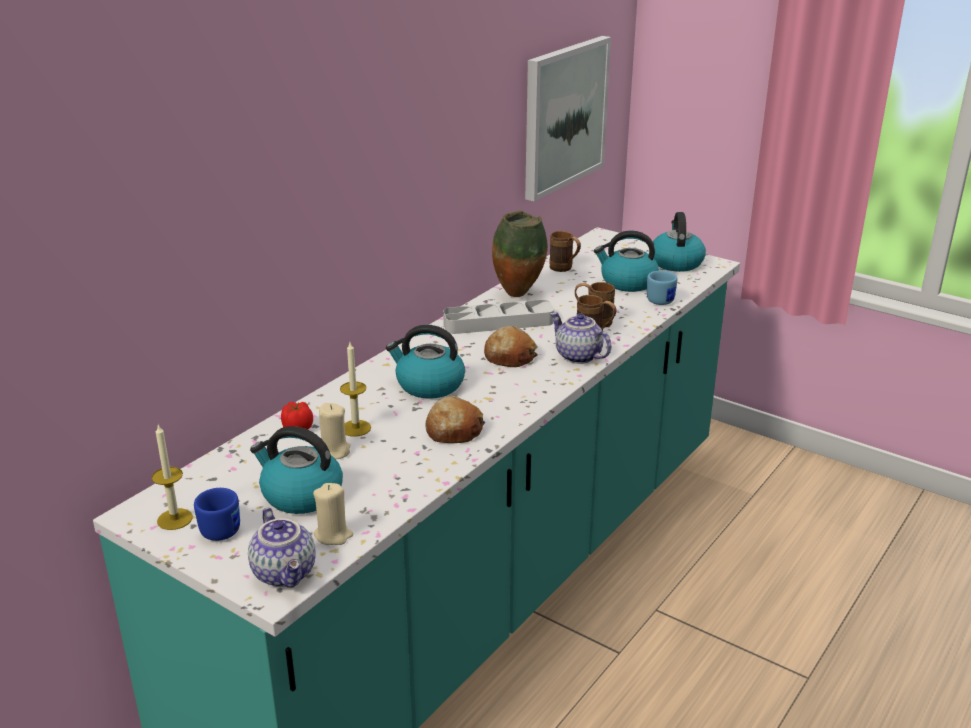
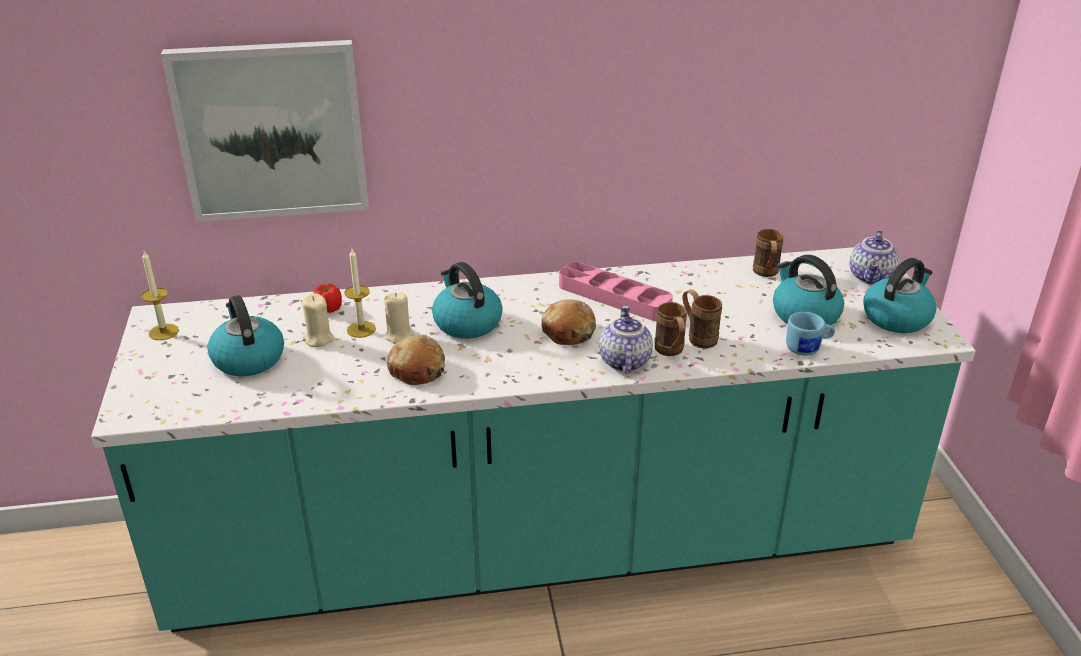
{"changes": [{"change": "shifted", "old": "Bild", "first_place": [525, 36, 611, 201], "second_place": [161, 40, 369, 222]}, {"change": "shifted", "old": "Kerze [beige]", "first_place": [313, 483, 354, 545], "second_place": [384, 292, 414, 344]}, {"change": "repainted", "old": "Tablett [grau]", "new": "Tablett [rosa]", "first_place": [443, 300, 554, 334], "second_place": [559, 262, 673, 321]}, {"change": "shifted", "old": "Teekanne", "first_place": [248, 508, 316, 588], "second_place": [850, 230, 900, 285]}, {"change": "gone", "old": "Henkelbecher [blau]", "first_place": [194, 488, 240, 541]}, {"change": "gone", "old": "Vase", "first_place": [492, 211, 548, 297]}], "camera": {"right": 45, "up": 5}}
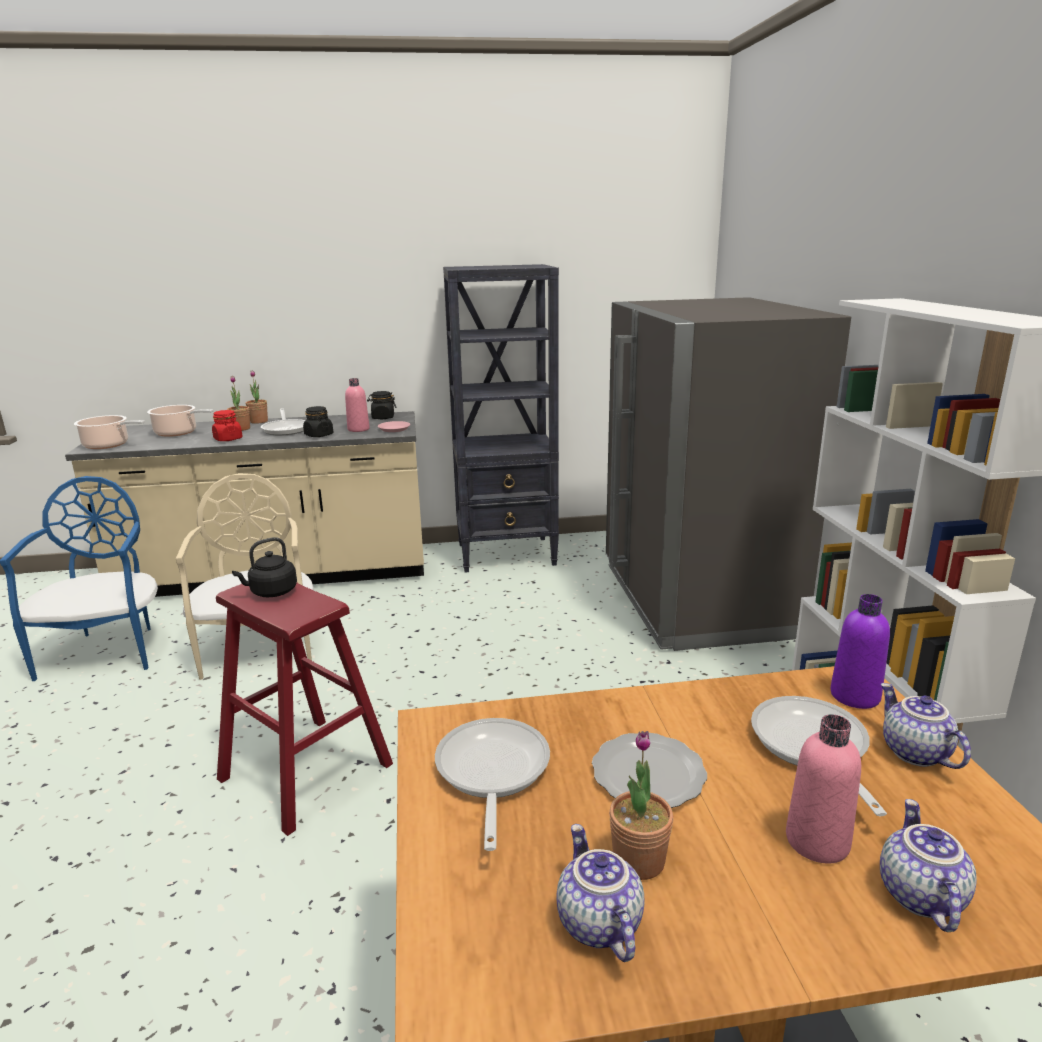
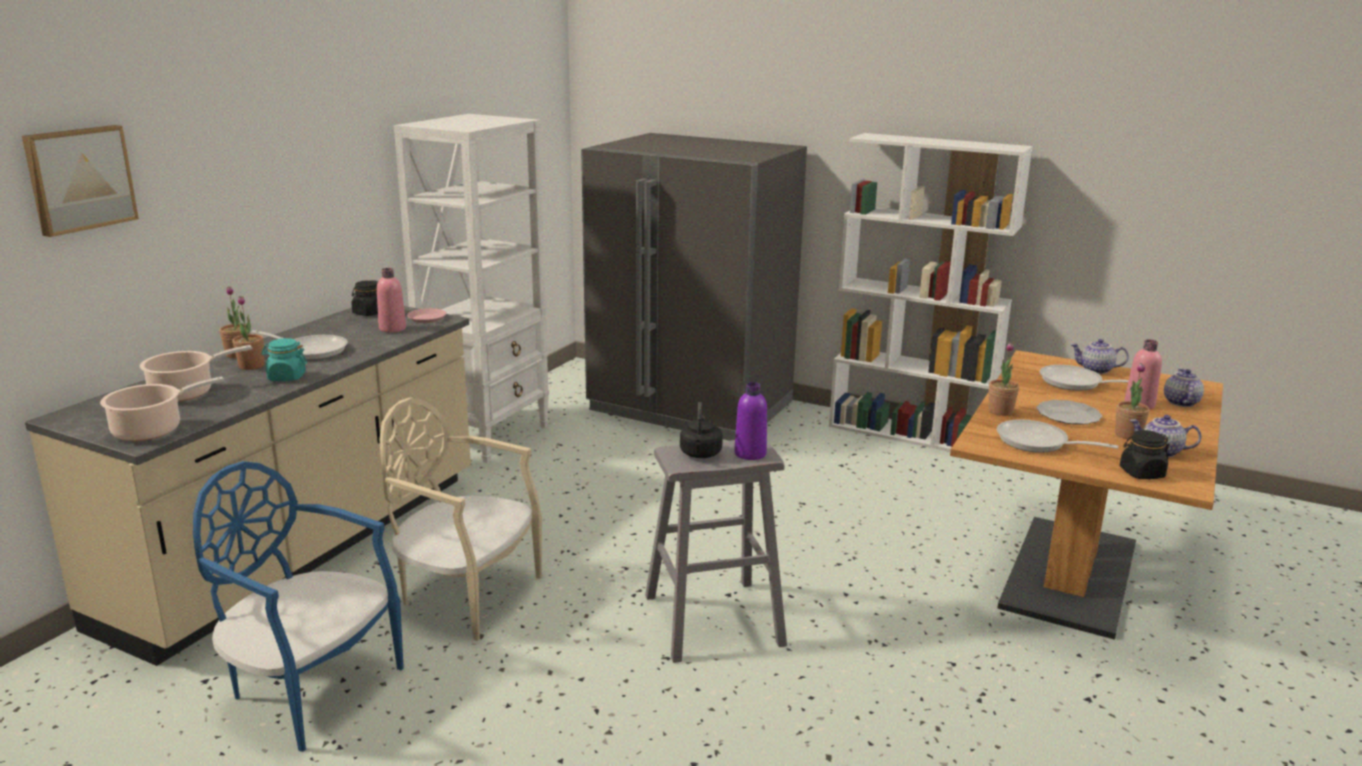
{"changes": [{"change": "new", "new": "Bild", "second_place": [22, 125, 139, 237]}, {"change": "repainted", "old": "Vorratsglas [rot]", "new": "Vorratsglas [türkis]", "first_place": [212, 410, 243, 441], "second_place": [261, 338, 307, 381]}, {"change": "repainted", "old": "Bücherregal [schwarz]", "new": "Bücherregal [weiß]", "first_place": [443, 264, 559, 573], "second_place": [394, 114, 549, 463]}, {"change": "repainted", "old": "Hocker [rot]", "new": "Hocker [grau]", "first_place": [216, 583, 393, 836], "second_place": [645, 440, 787, 663]}, {"change": "shifted", "old": "Flasche [lila]", "first_place": [830, 594, 890, 709], "second_place": [734, 382, 767, 460]}, {"change": "new", "new": "Topfpflanze", "second_place": [988, 343, 1019, 416]}, {"change": "shifted", "old": "Vorratsglas [schwarz]", "first_place": [303, 406, 333, 437], "second_place": [1120, 430, 1169, 479]}, {"change": "rotated", "old": "Teekanne", "first_place": [880, 799, 977, 932], "second_place": [1164, 368, 1204, 407], "degrees": 60}], "camera": {"right": -55, "up": 0}}
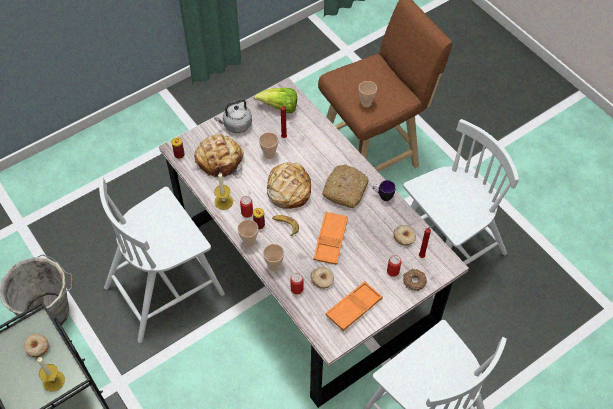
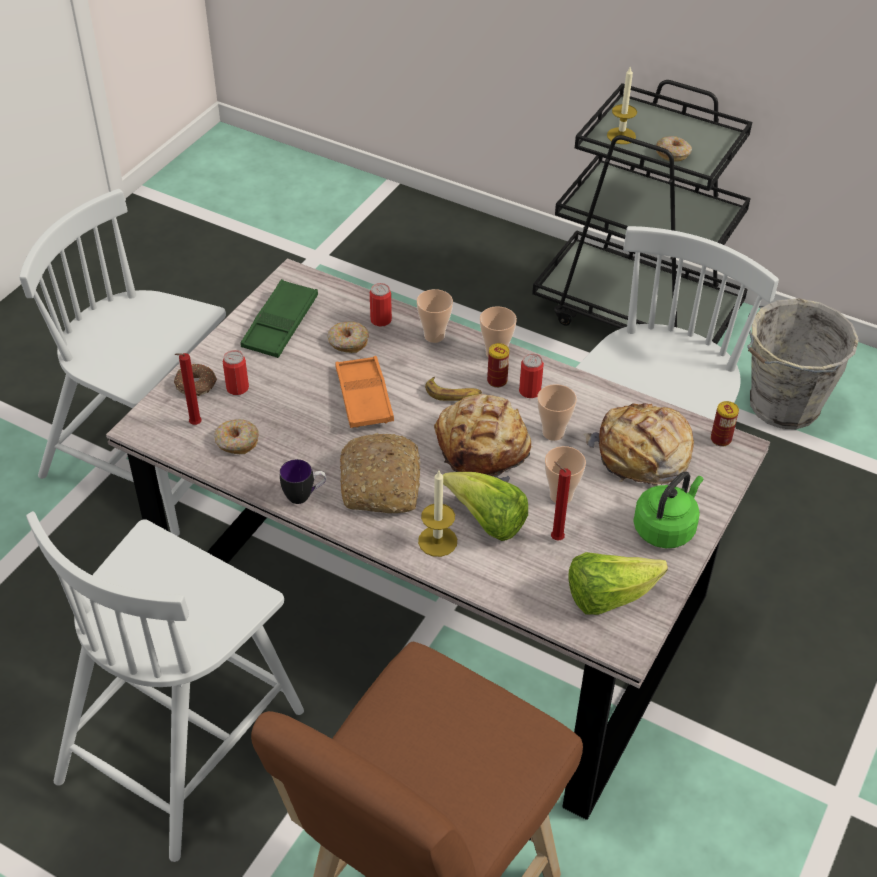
{"changes": [{"change": "repainted", "old": "Tablett [orange]", "new": "Tablett [grün]", "first_place": [326, 281, 383, 331], "second_place": [240, 279, 318, 358]}, {"change": "shifted", "old": "Kerze", "first_place": [214, 173, 233, 210], "second_place": [418, 471, 457, 557]}, {"change": "new", "new": "Salatkopf", "second_place": [443, 472, 528, 541]}, {"change": "shifted", "old": "Tasse", "first_place": [359, 81, 377, 107], "second_place": [537, 384, 577, 441]}, {"change": "repainted", "old": "Wasserkessel [grau]", "new": "Wasserkessel [grün]", "first_place": [214, 99, 252, 133], "second_place": [633, 472, 703, 548]}], "camera": {"right": 155, "up": -10}}
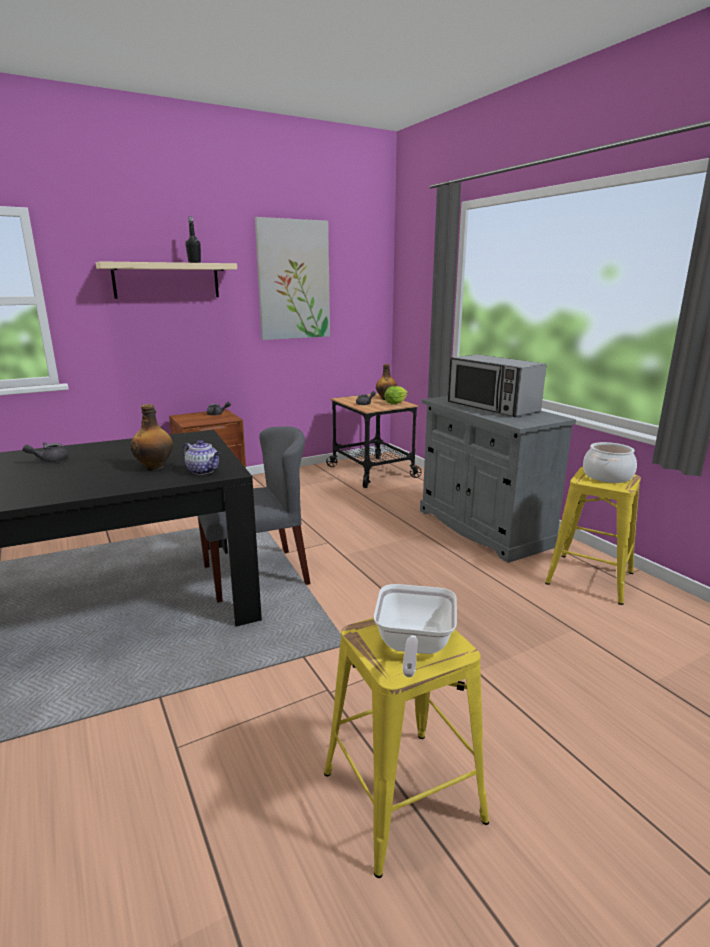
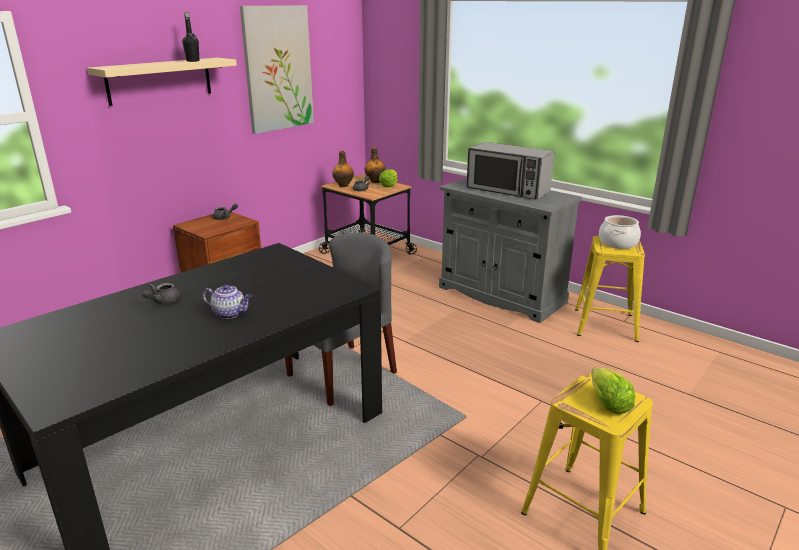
{"changes": [{"change": "shifted", "old": "Teekanne", "first_place": [183, 440, 220, 475], "second_place": [202, 285, 252, 319]}, {"change": "shifted", "old": "Flasche", "first_place": [131, 404, 173, 470], "second_place": [332, 151, 354, 187]}, {"change": "swapped", "old": "Pfanne", "new": "Salatkopf", "first_place": [374, 584, 457, 678], "second_place": [591, 367, 635, 414]}], "camera": {"right": -20, "up": 5}}
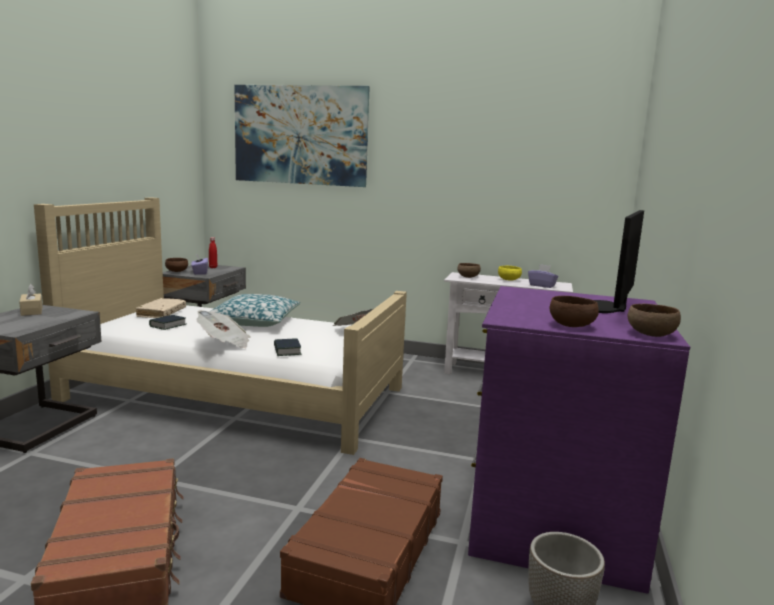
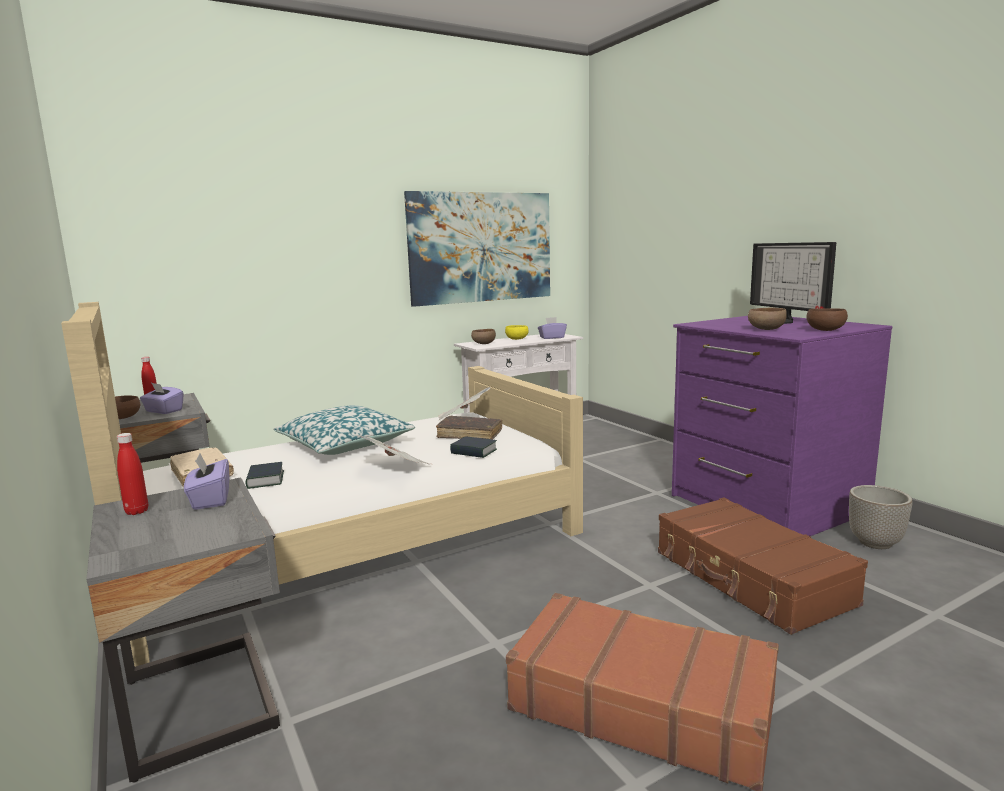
{"changes": [{"change": "swapped", "old": "Taschentuchbox [beige]", "new": "Flasche [rot]", "first_place": [19, 284, 42, 316], "second_place": [117, 433, 148, 515]}, {"change": "new", "new": "Taschentuchbox [lila]", "second_place": [184, 453, 229, 510]}, {"change": "shifted", "old": "Bild", "first_place": [234, 85, 370, 187], "second_place": [404, 191, 550, 307]}, {"change": "new", "new": "Buch [braun]", "second_place": [436, 416, 502, 440]}, {"change": "shifted", "old": "Schüssel [braun]", "first_place": [627, 304, 681, 337], "second_place": [748, 307, 787, 330]}], "camera": {"right": -45, "up": 0}}
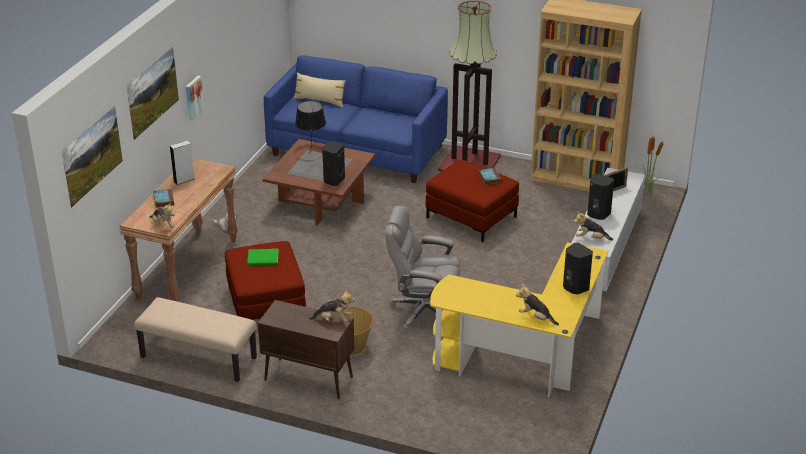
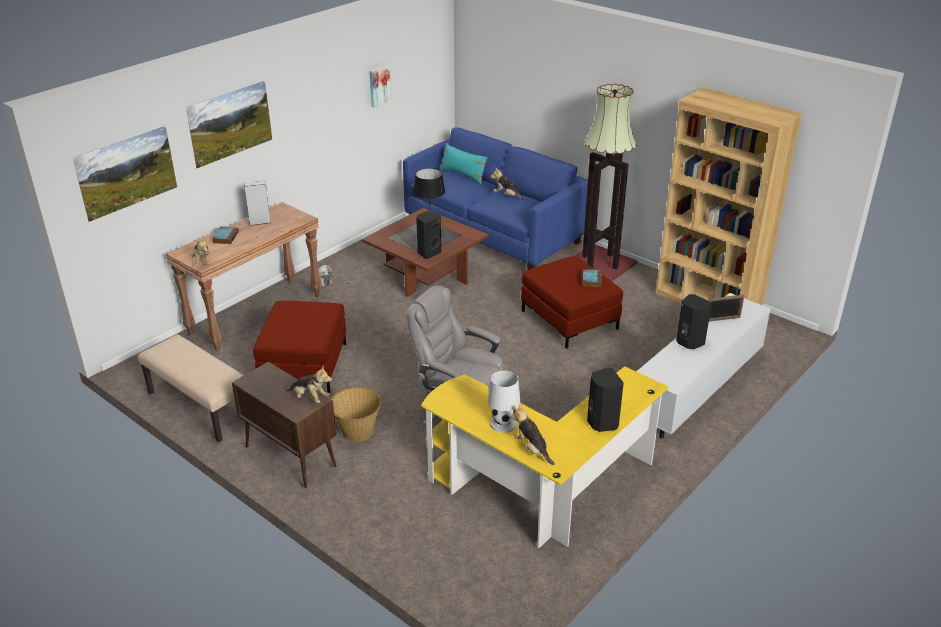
{"changes": [{"change": "shifted", "old": "Bild", "first_place": [186, 76, 204, 121], "second_place": [369, 65, 391, 107]}, {"change": "repainted", "old": "Kissen [beige]", "new": "Kissen [türkis]", "first_place": [293, 73, 346, 107], "second_place": [440, 143, 488, 185]}, {"change": "new", "new": "Tischlampe [weiß]", "second_place": [487, 371, 521, 433]}, {"change": "shifted", "old": "Plüschtier", "first_place": [573, 211, 613, 241], "second_place": [491, 168, 526, 200]}, {"change": "gone", "old": "Buch [grün]", "first_place": [247, 249, 279, 265]}, {"change": "gone", "old": "Topfpflanze", "first_place": [642, 136, 664, 196]}], "camera": {"right": 20, "up": 0}}
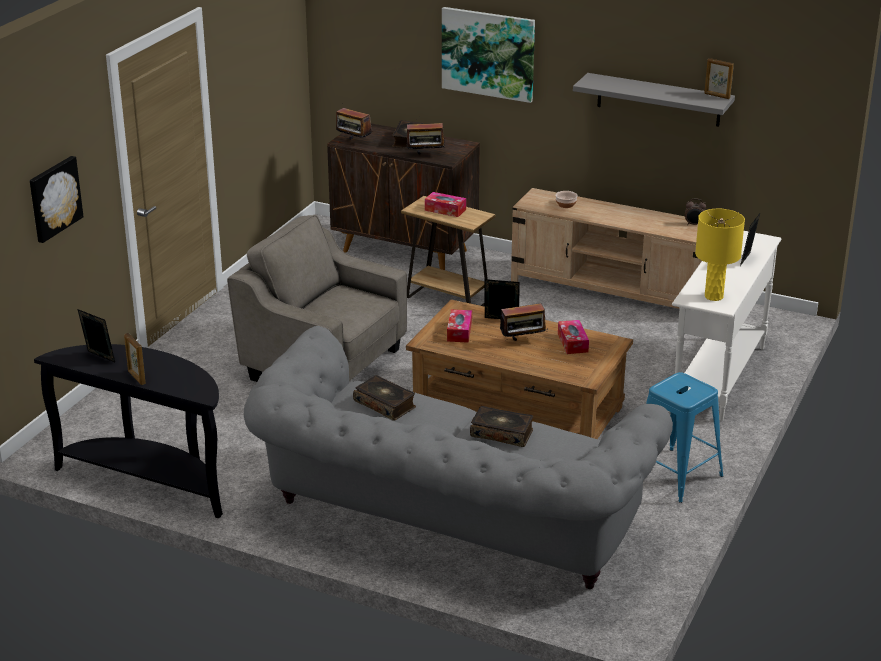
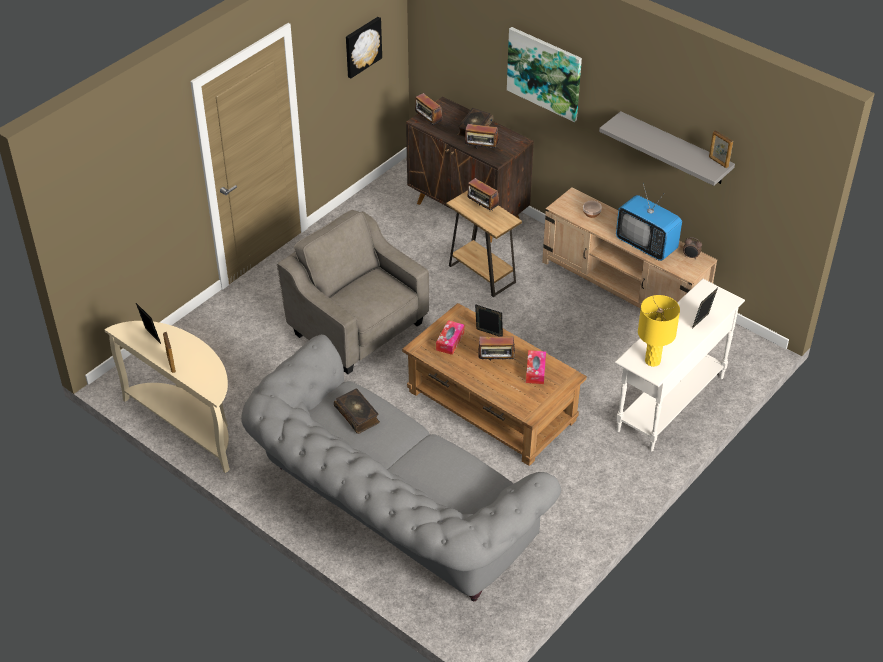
{"changes": [{"change": "repainted", "old": "Konsolentisch [schwarz]", "new": "Konsolentisch [beige]", "first_place": [34, 344, 223, 518], "second_place": [104, 321, 230, 473]}, {"change": "shifted", "old": "Bild", "first_place": [30, 156, 84, 243], "second_place": [346, 17, 382, 78]}, {"change": "swapped", "old": "Taschentuchbox", "new": "Radio", "first_place": [425, 192, 466, 217], "second_place": [467, 178, 499, 211]}, {"change": "new", "new": "Fernseher", "second_place": [616, 184, 682, 261]}, {"change": "gone", "old": "Buch", "first_place": [470, 406, 533, 447]}, {"change": "gone", "old": "Hocker [blau]", "first_place": [646, 372, 724, 503]}], "camera": {"right": 15, "up": 15}}
